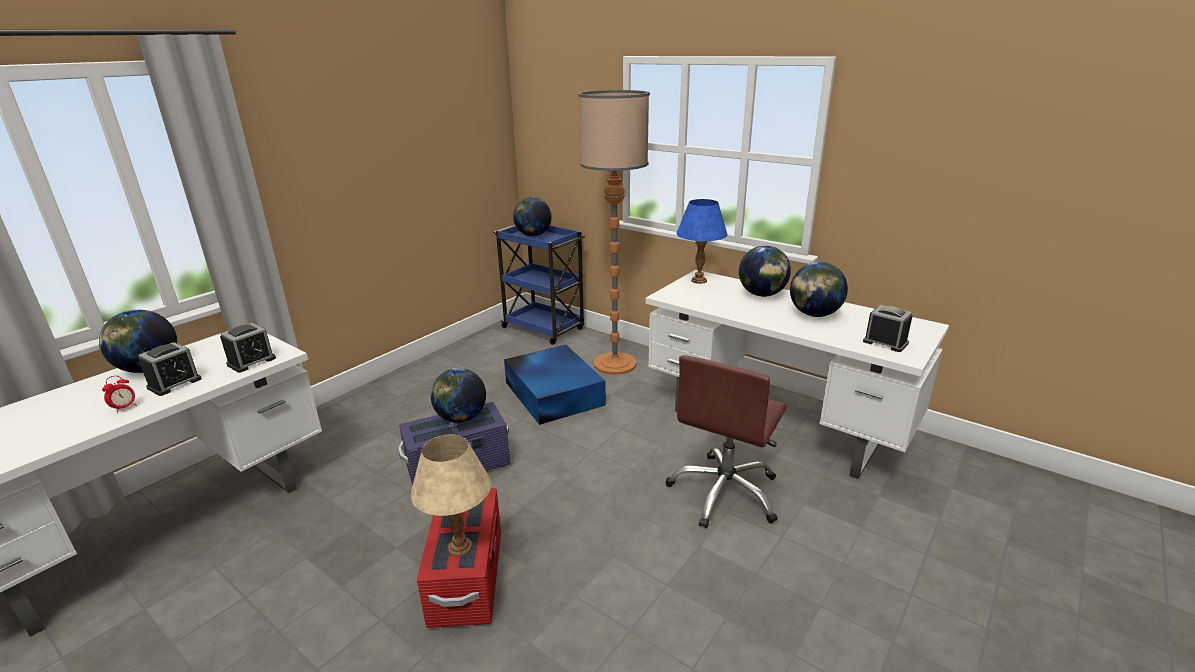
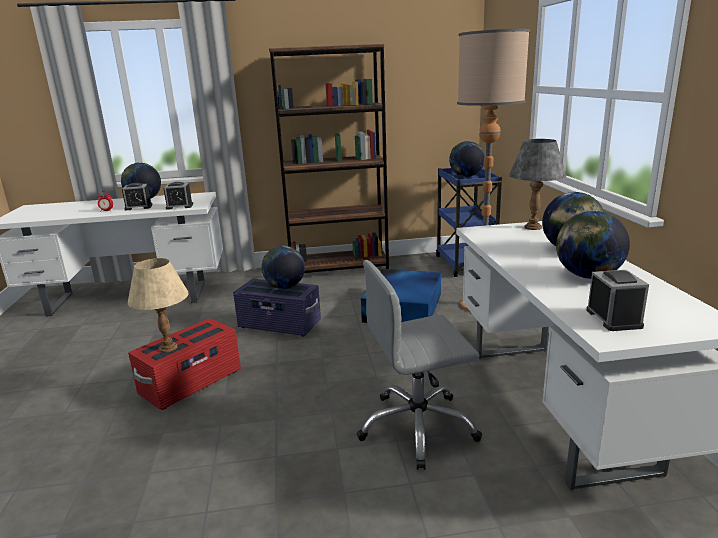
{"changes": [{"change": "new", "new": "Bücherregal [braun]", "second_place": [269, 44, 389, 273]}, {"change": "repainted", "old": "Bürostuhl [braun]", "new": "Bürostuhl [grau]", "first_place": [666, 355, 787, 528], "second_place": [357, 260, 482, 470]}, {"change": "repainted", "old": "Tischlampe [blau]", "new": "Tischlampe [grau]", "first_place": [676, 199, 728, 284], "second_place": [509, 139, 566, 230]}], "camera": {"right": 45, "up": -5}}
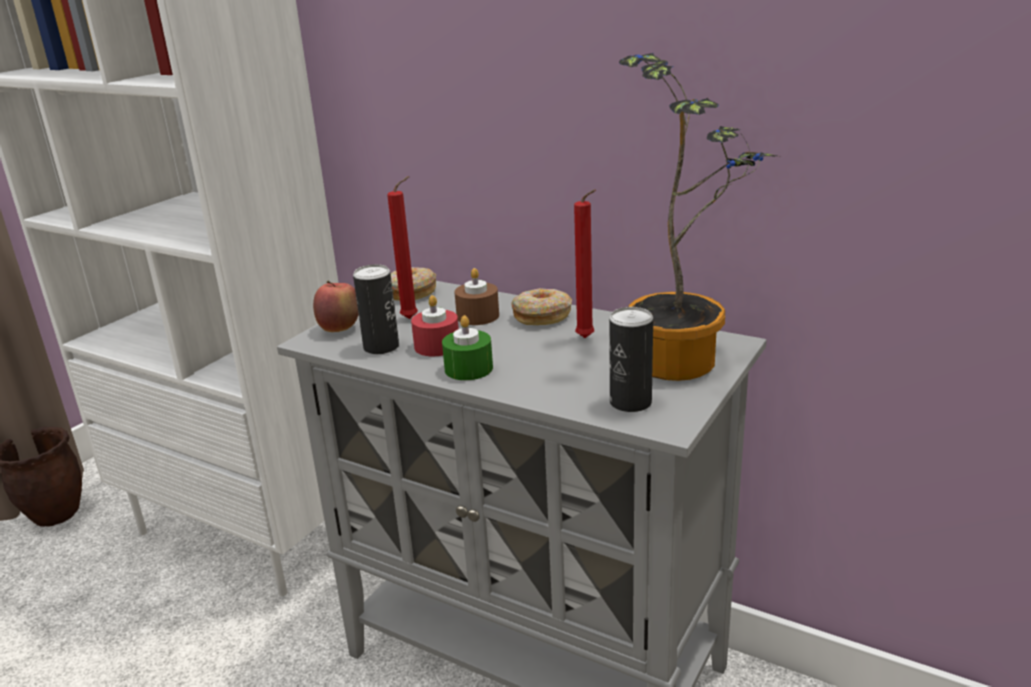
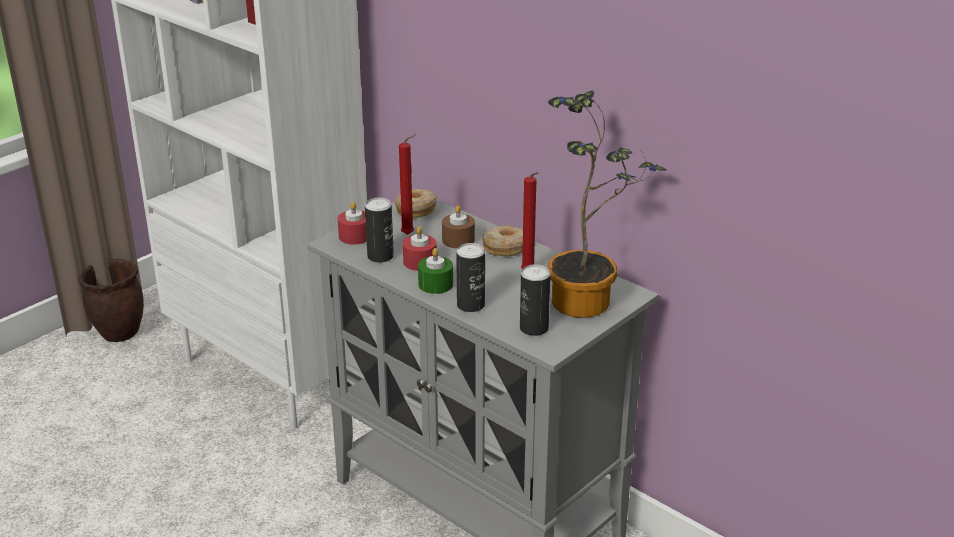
{"changes": [{"change": "swapped", "old": "Apfel", "new": "Kerze [rot]", "first_place": [313, 280, 359, 332], "second_place": [338, 202, 367, 244]}, {"change": "new", "new": "Dose", "second_place": [456, 243, 485, 312]}], "camera": {"right": 10, "up": 5}}
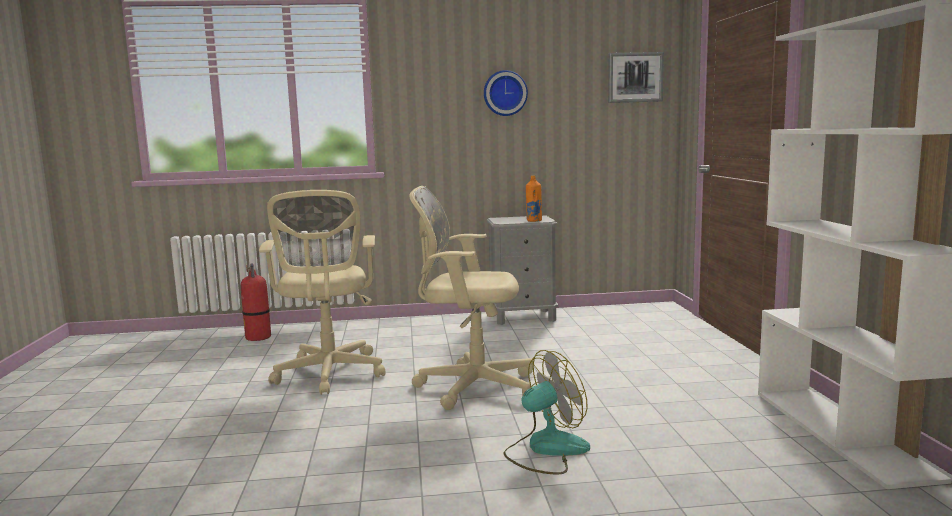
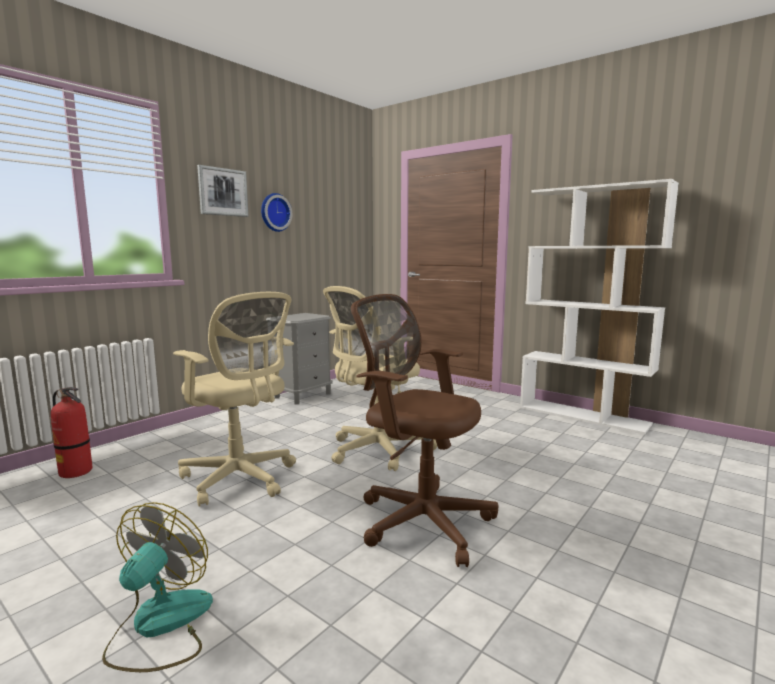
{"changes": [{"change": "shifted", "old": "Ventilator", "first_place": [503, 350, 590, 475], "second_place": [102, 502, 213, 672]}, {"change": "shifted", "old": "Bild", "first_place": [608, 52, 664, 103], "second_place": [197, 165, 249, 217]}, {"change": "new", "new": "Bürostuhl [braun]", "second_place": [351, 294, 499, 567]}, {"change": "gone", "old": "Flasche [orange]", "first_place": [526, 175, 542, 222]}], "camera": {"right": -45, "up": 0}}
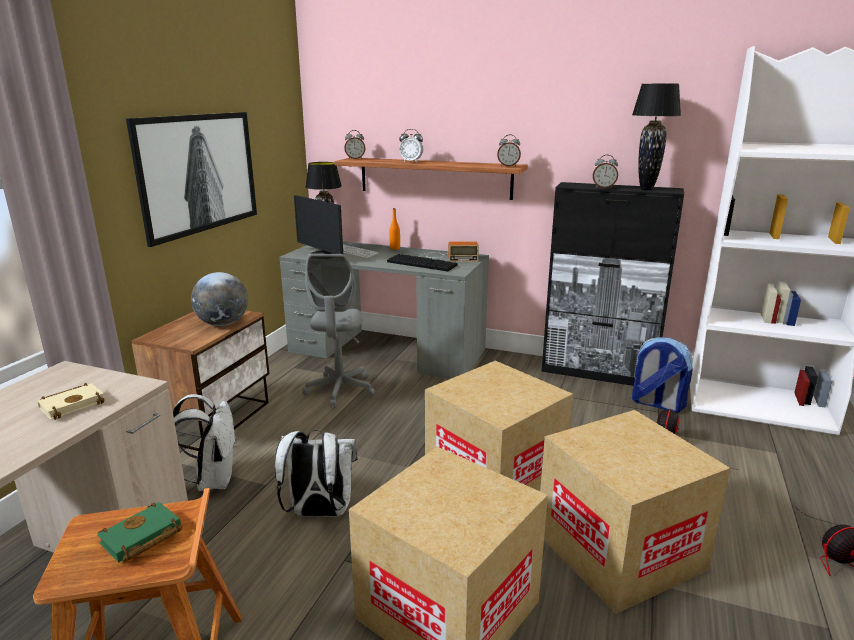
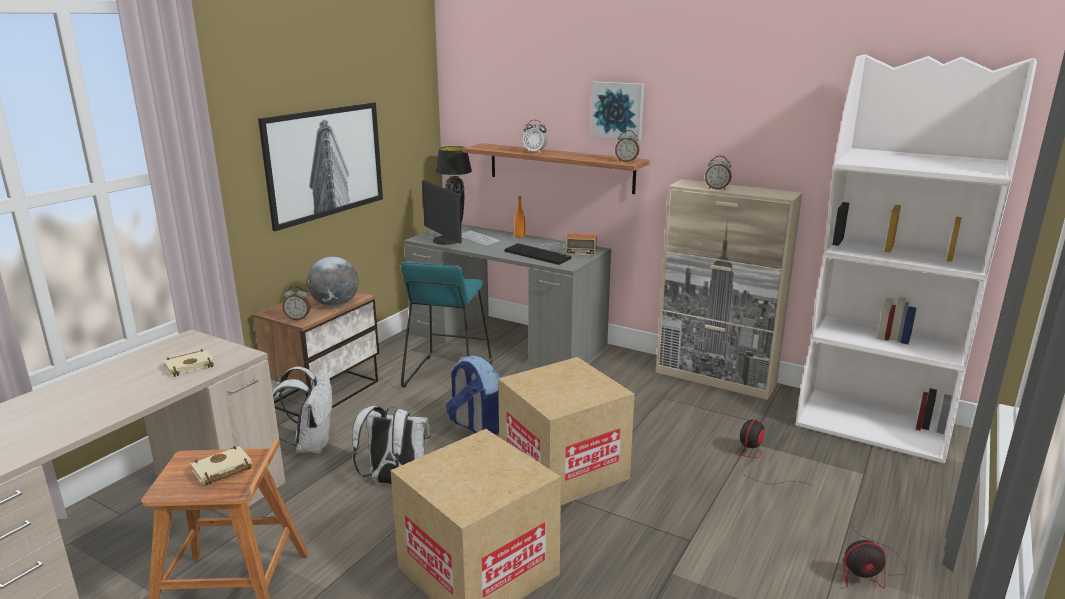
{"changes": [{"change": "repainted", "old": "Buch [grün]", "new": "Buch [beige]", "first_place": [97, 502, 182, 562], "second_place": [190, 446, 252, 485]}, {"change": "shifted", "old": "Wecker", "first_place": [344, 130, 365, 159], "second_place": [282, 286, 310, 320]}, {"change": "swapped", "old": "Bürostuhl [grau]", "new": "Hocker [türkis]", "first_place": [302, 254, 375, 408], "second_place": [401, 262, 492, 387]}, {"change": "shifted", "old": "Rucksack", "first_place": [632, 337, 693, 413], "second_place": [446, 356, 500, 435]}, {"change": "new", "new": "Bild", "second_place": [590, 82, 644, 140]}, {"change": "repainted", "old": "Schrank [schwarz]", "new": "Schrank [beige]", "first_place": [542, 182, 684, 386], "second_place": [656, 179, 803, 400]}, {"change": "gone", "old": "Karton", "first_place": [540, 410, 730, 614]}, {"change": "gone", "old": "Tischlampe [schwarz]", "first_place": [632, 84, 681, 190]}], "camera": {"right": 10, "up": 0}}
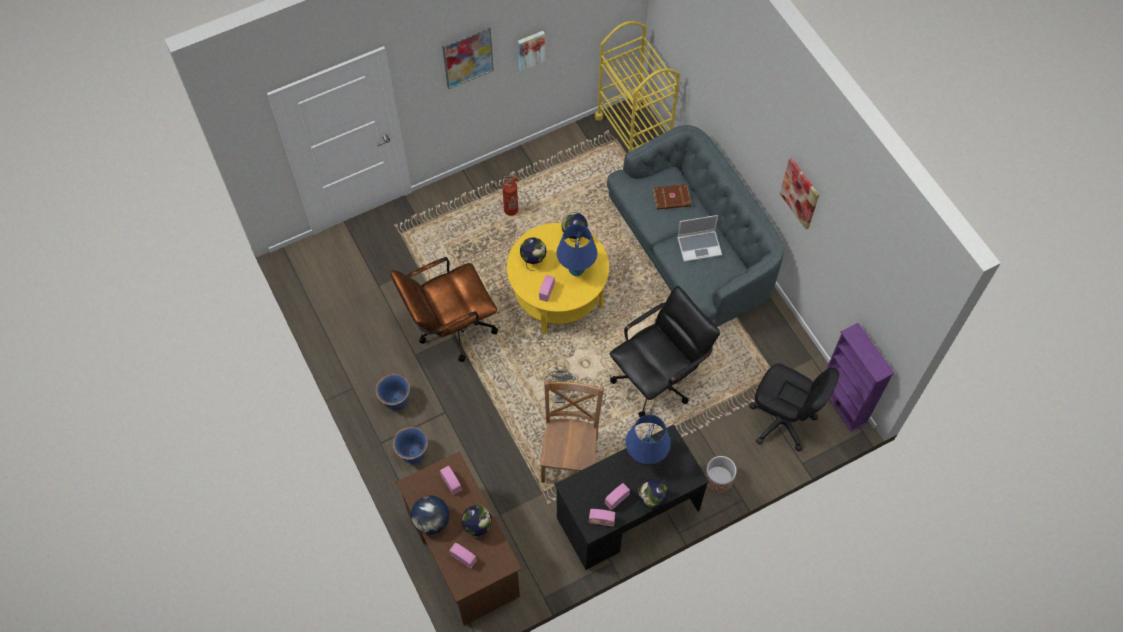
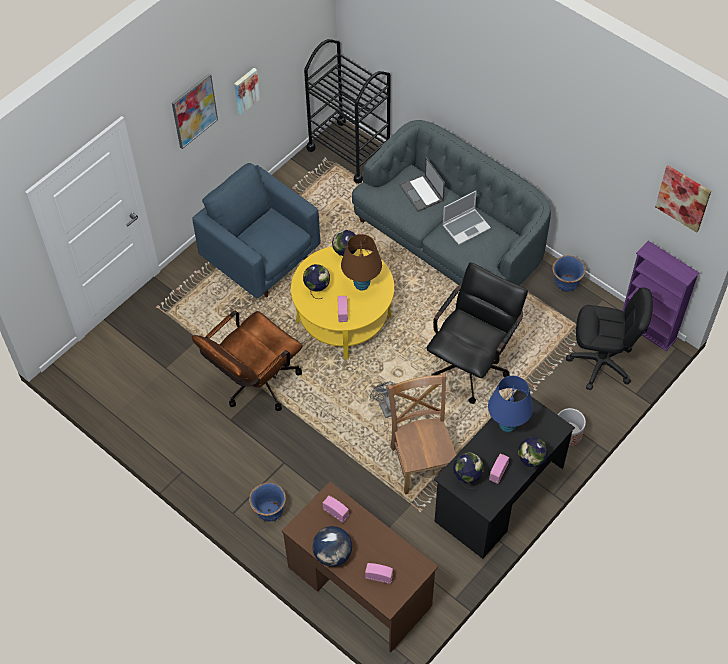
{"changes": [{"change": "swapped", "old": "Feuerlöscher", "new": "Sessel [blau]", "first_place": [493, 176, 519, 216], "second_place": [192, 163, 321, 298]}, {"change": "repainted", "old": "Rollwagen [gelb]", "new": "Rollwagen [schwarz]", "first_place": [595, 21, 680, 152], "second_place": [304, 39, 391, 184]}, {"change": "repainted", "old": "Tischlampe [blau]", "new": "Tischlampe [braun]", "first_place": [557, 224, 597, 276], "second_place": [341, 234, 382, 291]}, {"change": "swapped", "old": "Buch [braun]", "new": "Laptop", "first_place": [653, 184, 691, 210], "second_place": [399, 157, 445, 212]}, {"change": "shifted", "old": "Globus", "first_place": [462, 505, 492, 540], "second_place": [453, 452, 484, 489]}, {"change": "shifted", "old": "Pflanzkübel [blau]", "first_place": [375, 374, 410, 410], "second_place": [552, 256, 586, 292]}, {"change": "shifted", "old": "Bild", "first_place": [780, 158, 819, 229], "second_place": [655, 165, 711, 233]}, {"change": "gone", "old": "Radio", "first_place": [589, 509, 615, 527]}], "camera": {"right": -20, "up": -5}}
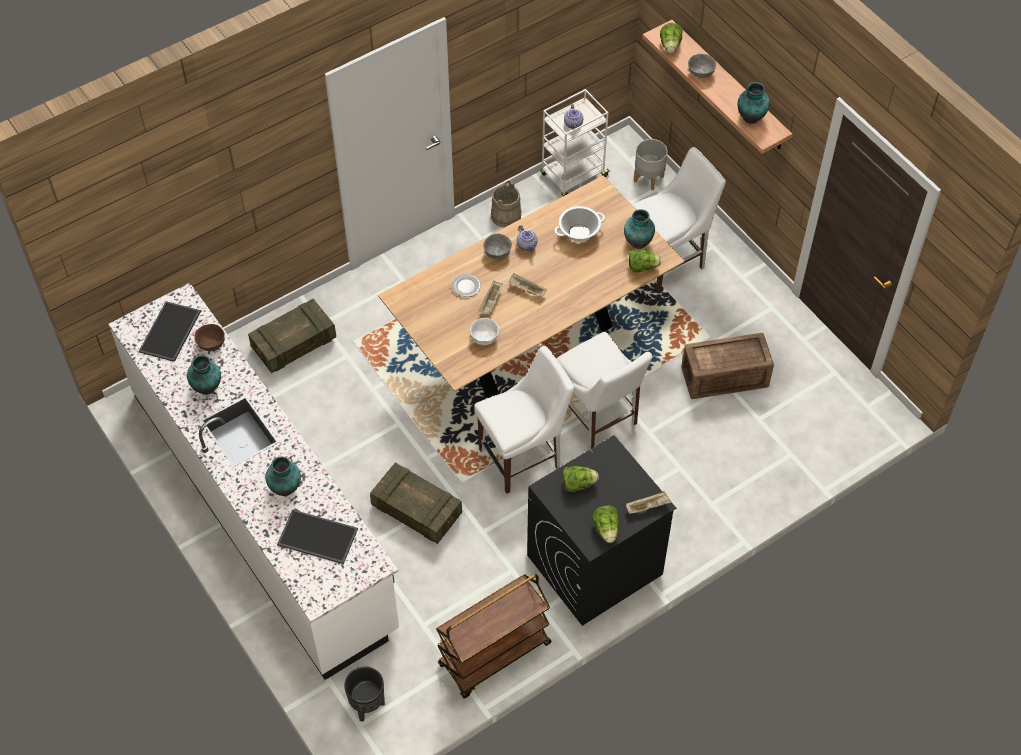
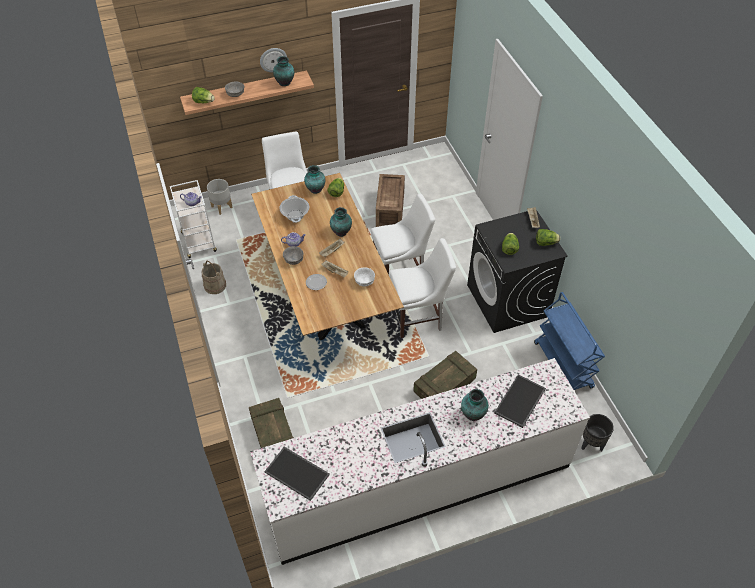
{"changes": [{"change": "new", "new": "Wanduhr", "second_place": [260, 48, 287, 72]}, {"change": "shifted", "old": "Vase", "first_place": [187, 355, 221, 395], "second_place": [330, 207, 352, 237]}, {"change": "rotated", "old": "Stuhl [weiß]", "first_place": [474, 346, 574, 493], "second_place": [389, 238, 456, 338], "degrees": 90}, {"change": "repainted", "old": "Rollwagen [braun]", "new": "Rollwagen [blau]", "first_place": [436, 574, 552, 698], "second_place": [534, 292, 605, 390]}, {"change": "gone", "old": "Schüssel [braun]", "first_place": [194, 324, 225, 351]}], "camera": {"right": -75, "up": -5}}
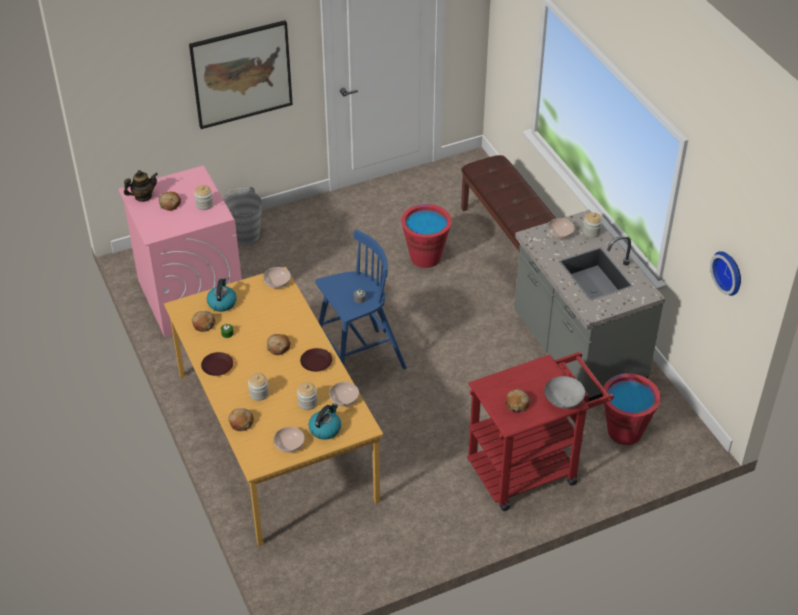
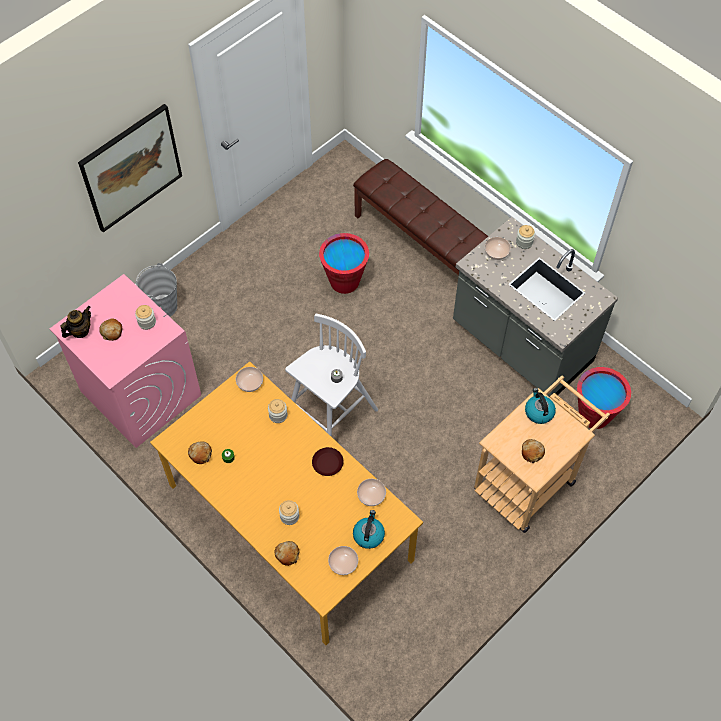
{"changes": [{"change": "shifted", "old": "Vorratsglas", "first_place": [297, 382, 318, 410], "second_place": [268, 399, 287, 423]}, {"change": "repainted", "old": "Hocker [blau]", "new": "Hocker [weiß]", "first_place": [315, 229, 407, 369], "second_place": [285, 313, 378, 437]}, {"change": "repainted", "old": "Rollwagen [rot]", "new": "Rollwagen [beige]", "first_place": [467, 352, 614, 511], "second_place": [474, 375, 610, 533]}, {"change": "shifted", "old": "Wasserkessel", "first_place": [207, 278, 237, 312], "second_place": [525, 388, 556, 424]}, {"change": "gone", "old": "Teller [braun]", "first_place": [201, 352, 233, 376]}, {"change": "gone", "old": "Brot", "first_place": [267, 334, 291, 355]}, {"change": "gone", "old": "Schüssel [grau]", "first_place": [544, 376, 585, 409]}, {"change": "gone", "old": "Wanduhr", "first_place": [710, 251, 741, 296]}], "camera": {"right": -20, "up": 15}}
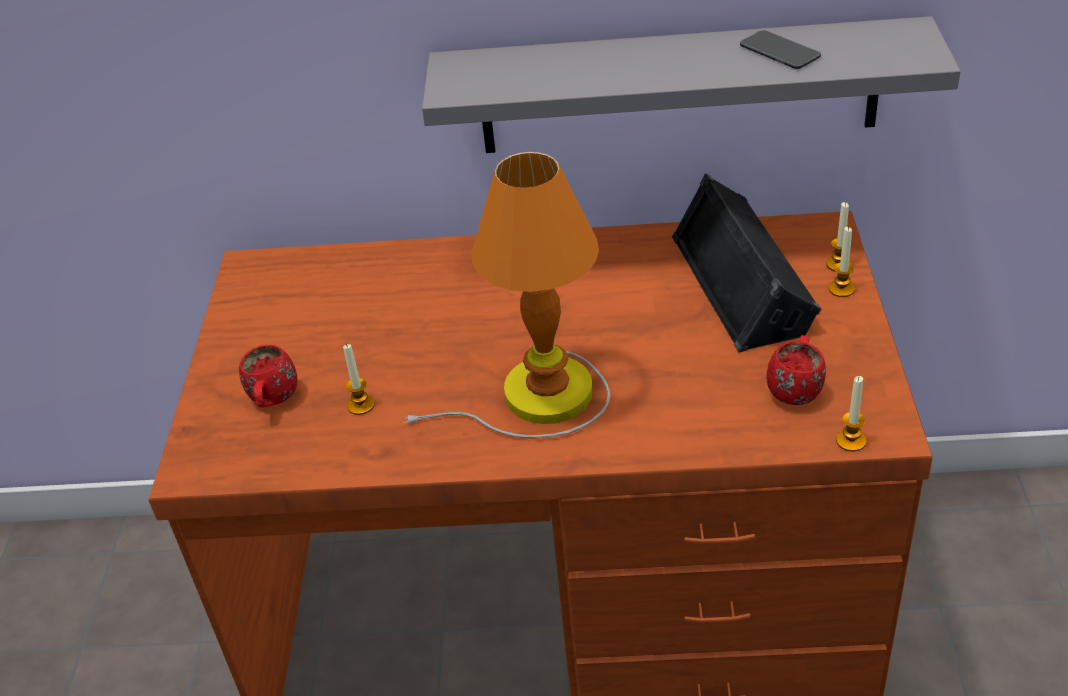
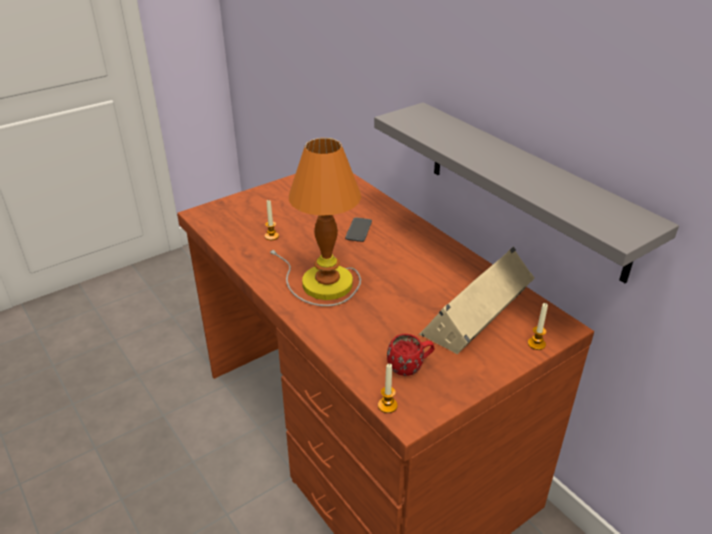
{"changes": [{"change": "shifted", "old": "Handy", "first_place": [740, 30, 821, 69], "second_place": [345, 218, 372, 242]}, {"change": "repainted", "old": "Lautsprecher [schwarz]", "new": "Lautsprecher [beige]", "first_place": [672, 173, 821, 352], "second_place": [419, 246, 534, 354]}, {"change": "gone", "old": "Henkelbecher [rot]", "first_place": [239, 345, 297, 407]}, {"change": "gone", "old": "Kerze", "first_place": [829, 226, 855, 297]}], "camera": {"right": 50, "up": -5}}
